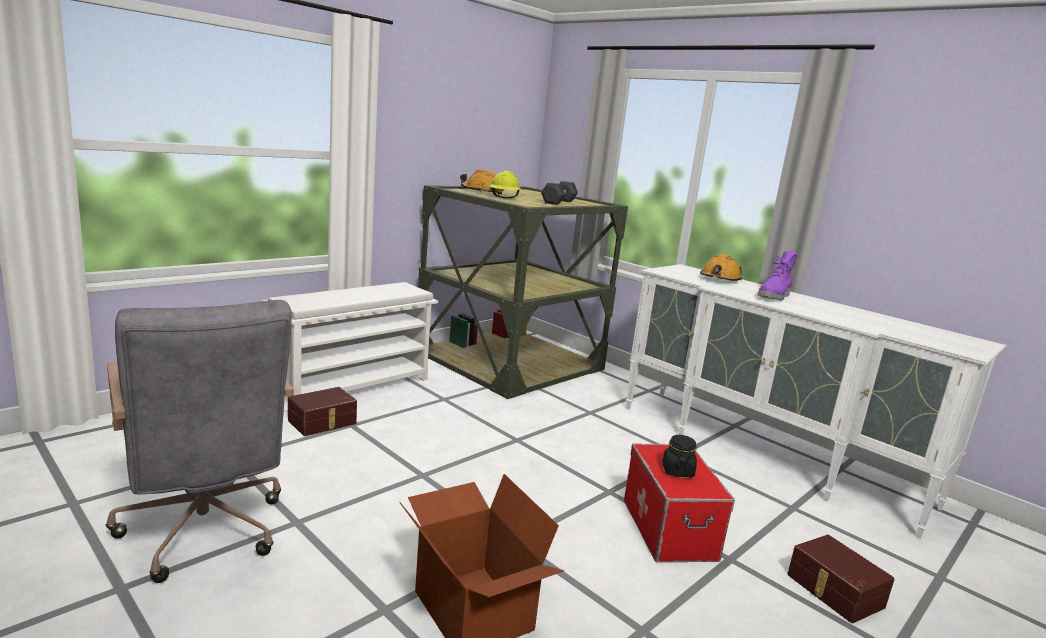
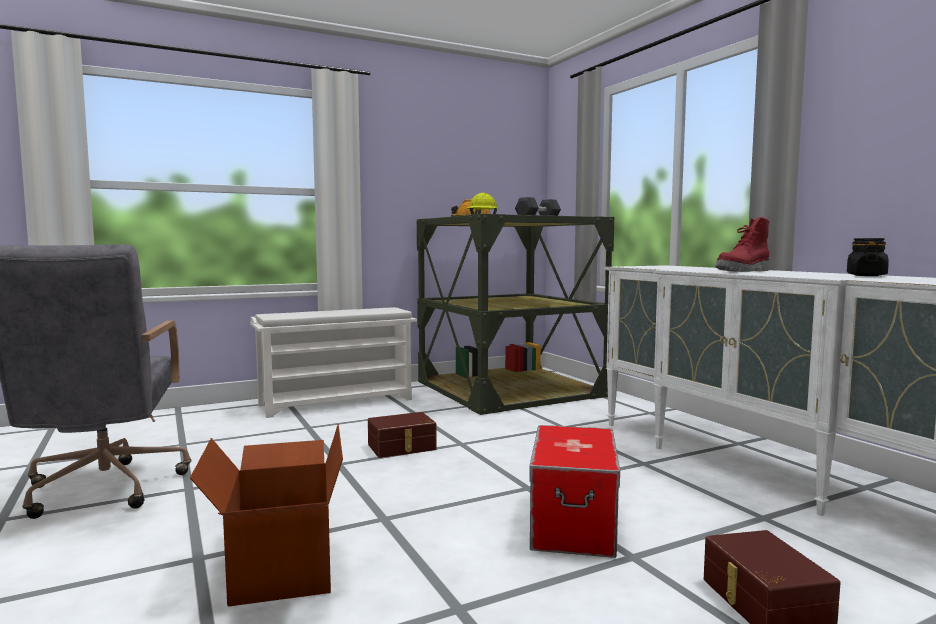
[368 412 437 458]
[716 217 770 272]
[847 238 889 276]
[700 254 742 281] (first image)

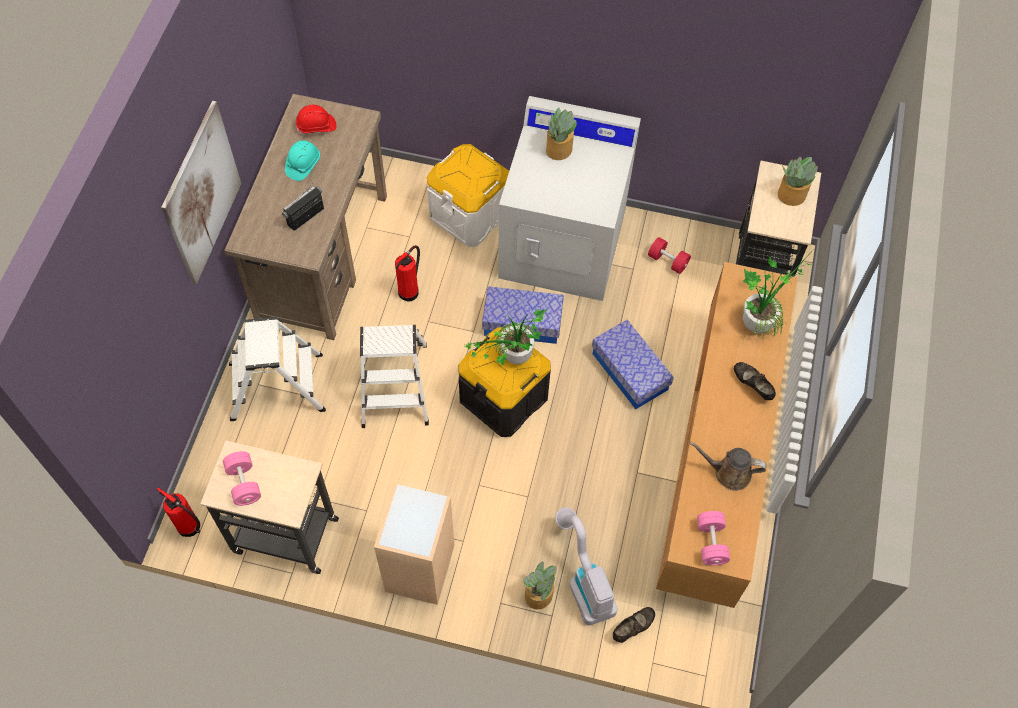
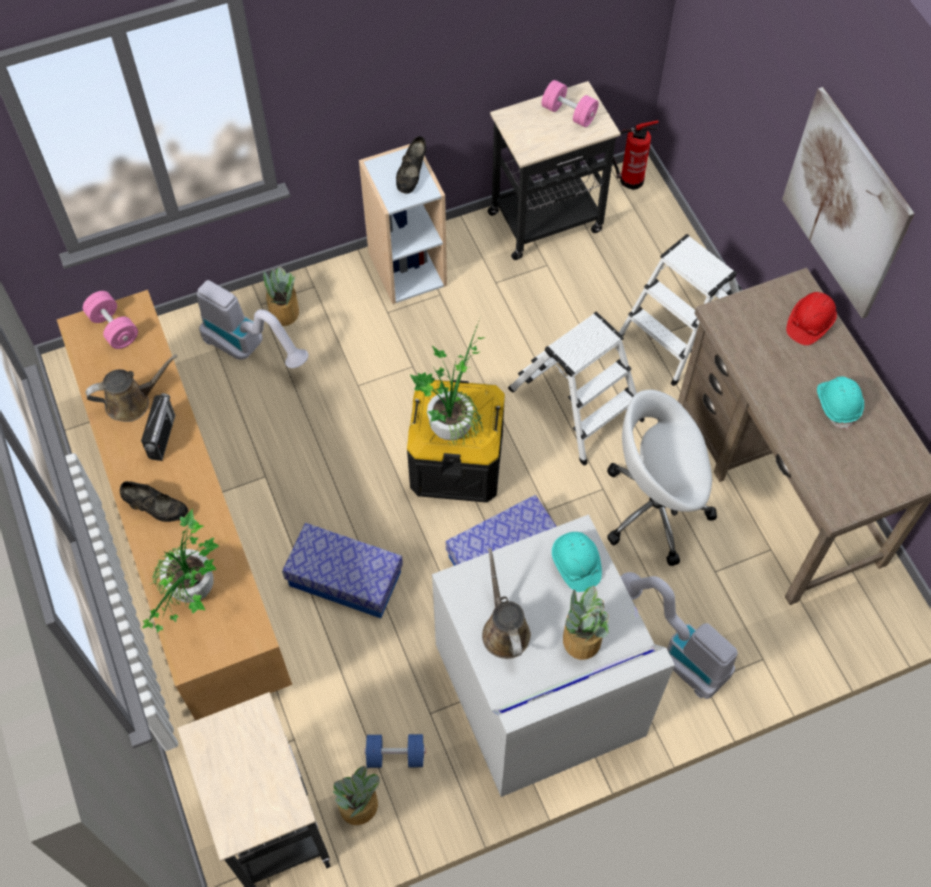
[141 393 175 461]
[333 766 380 825]
[364 734 425 768]
[396 136 426 194]
[482 548 531 659]
[552 532 602 592]
[607 390 717 566]
[621 572 738 699]
[786 292 837 345]

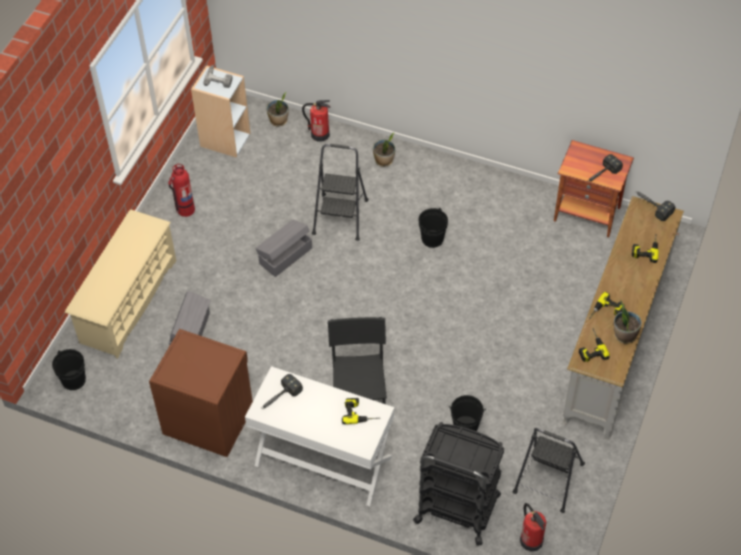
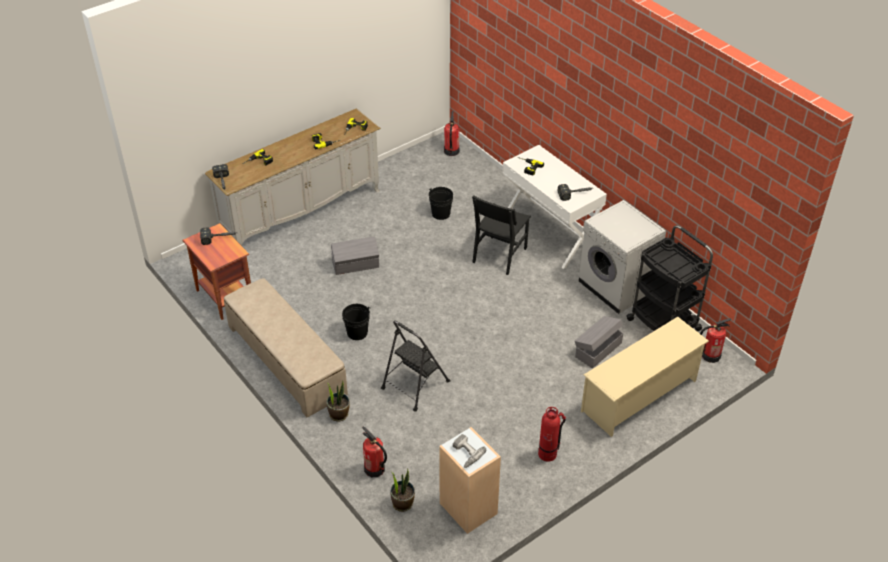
[224 278 348 417]
[331 236 379 275]
[579 200 666 314]
[627 225 713 331]
[700 318 732 363]
[512 428 585 513] (first image)
[614 301 642 344] (first image)

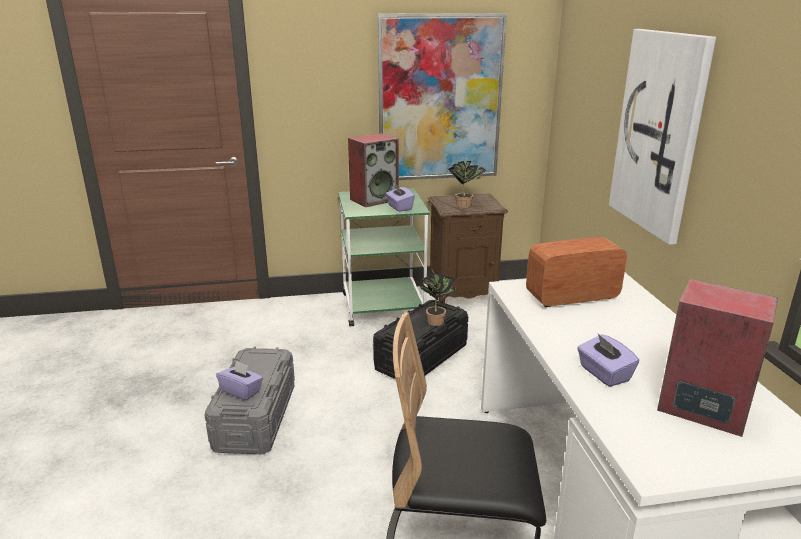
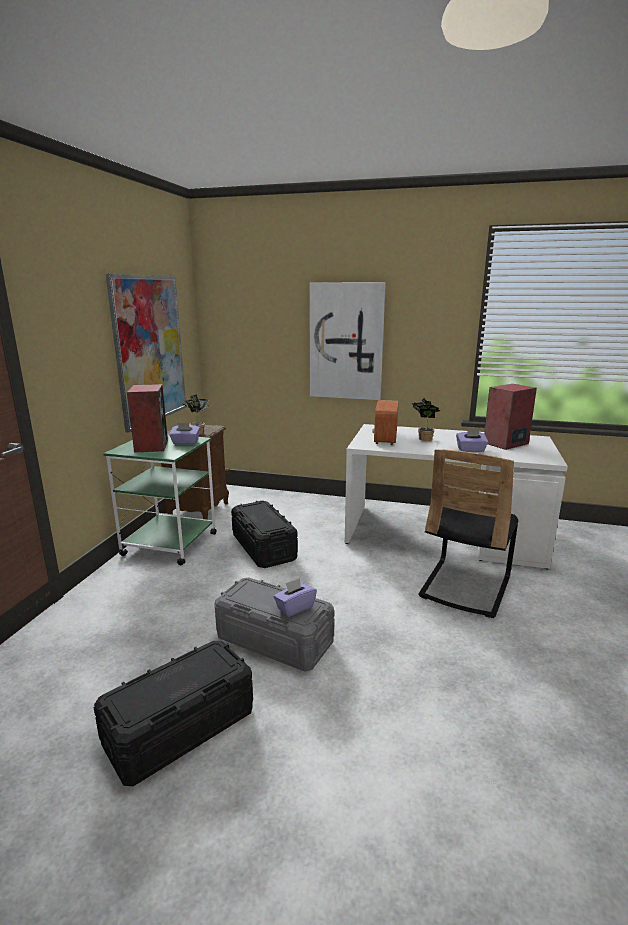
[94 641 253 786]
[412 398 440 441]

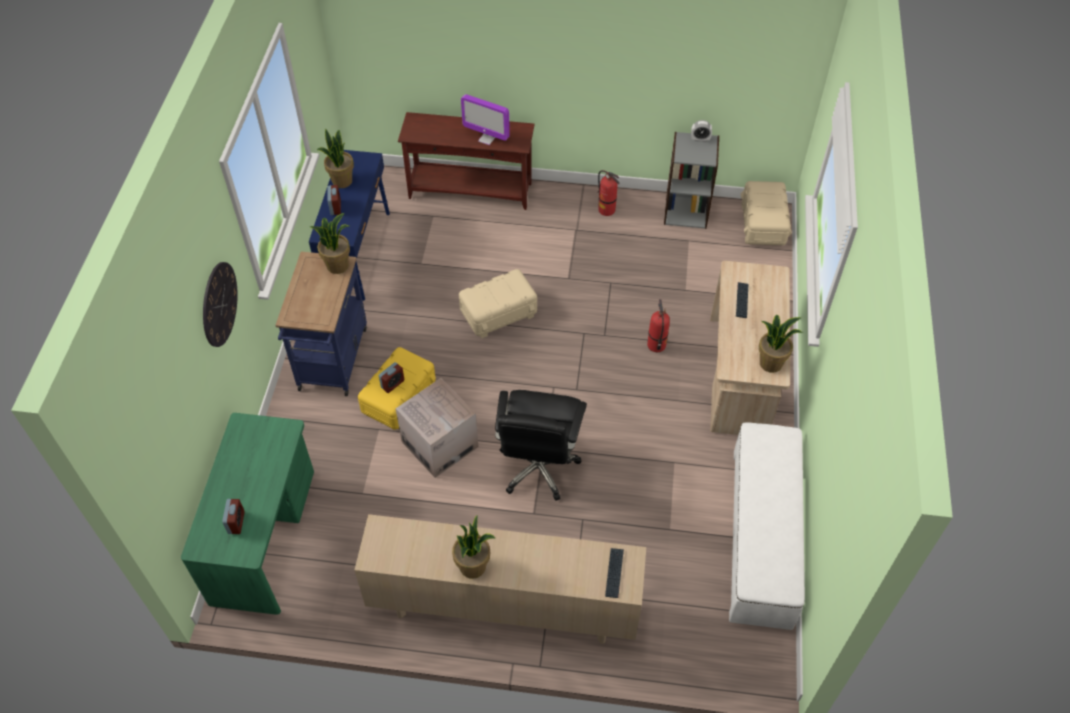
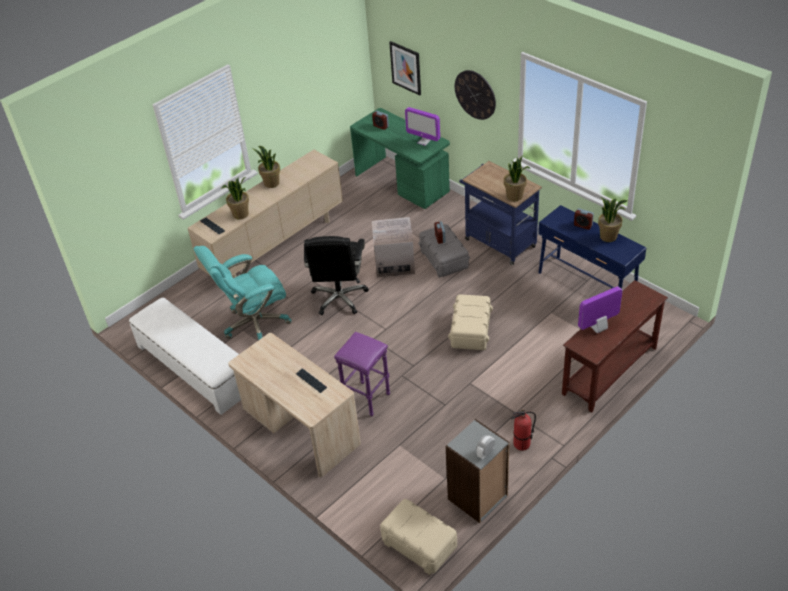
[194 246 292 340]
[221 177 249 219]
[304 236 369 315]
[334 332 390 416]
[389 41 421 95]
[405 107 440 146]
[418 224 470 278]

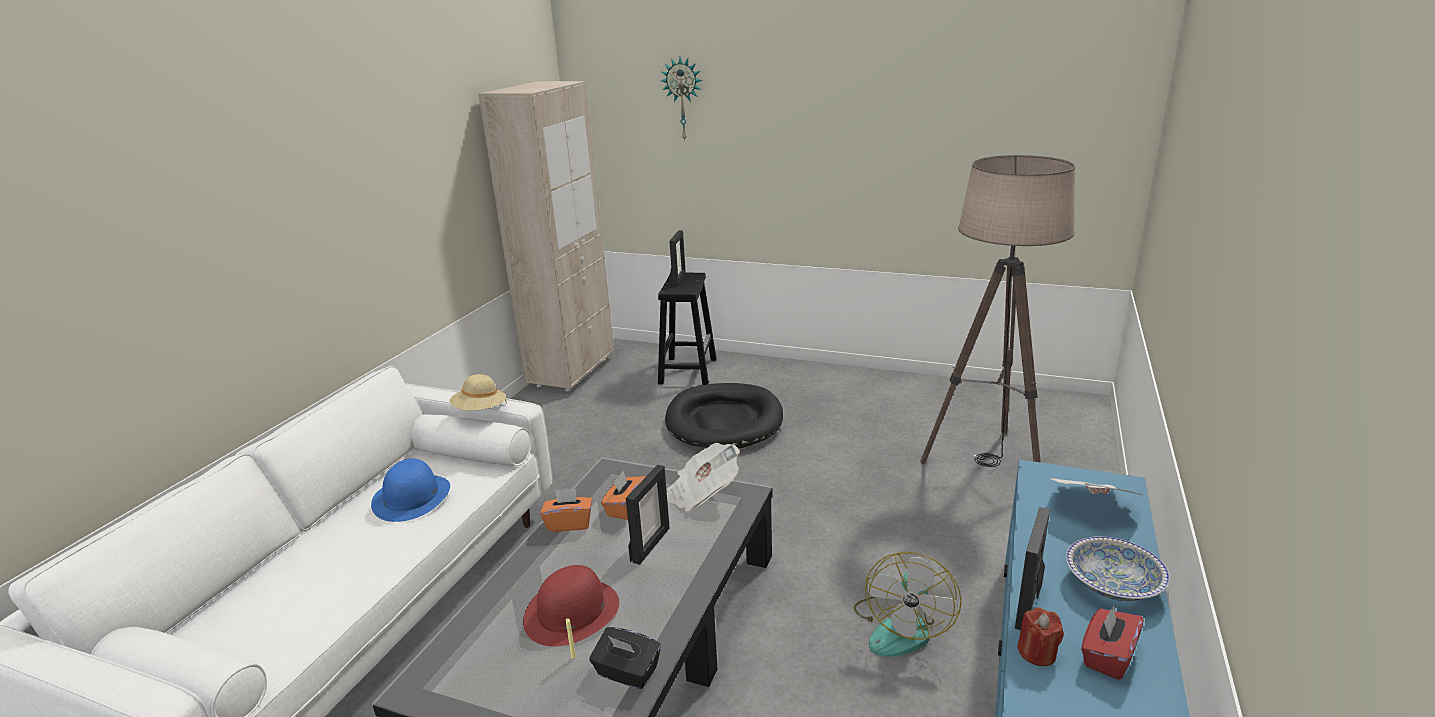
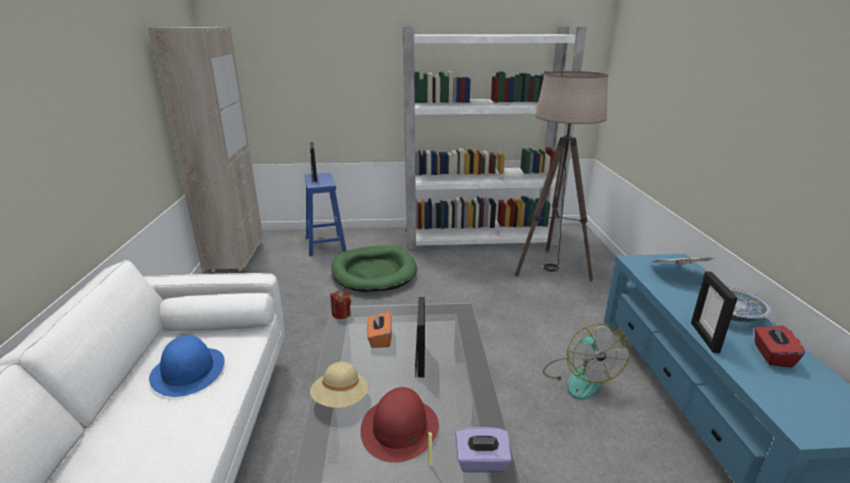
[305 172 346 256]
[310 362 369 408]
[330 291 351 319]
[331 246 417 292]
[403 27 587 249]
[455 427 511 473]
[540 489 593 532] (first image)
[661 57 702 142] (first image)
[666 443 740 511] (first image)

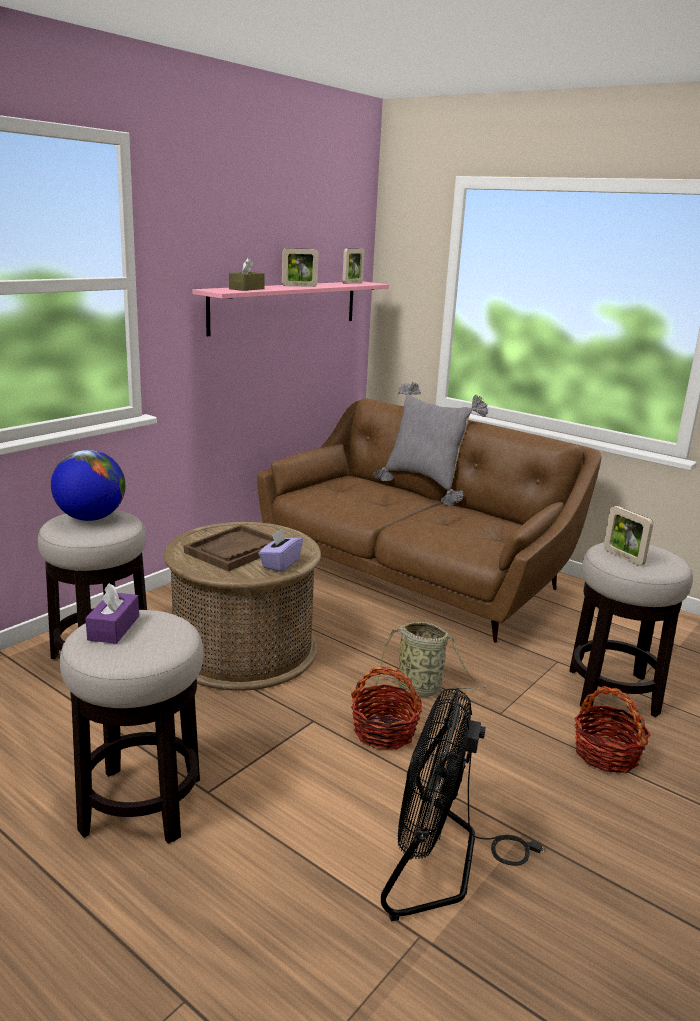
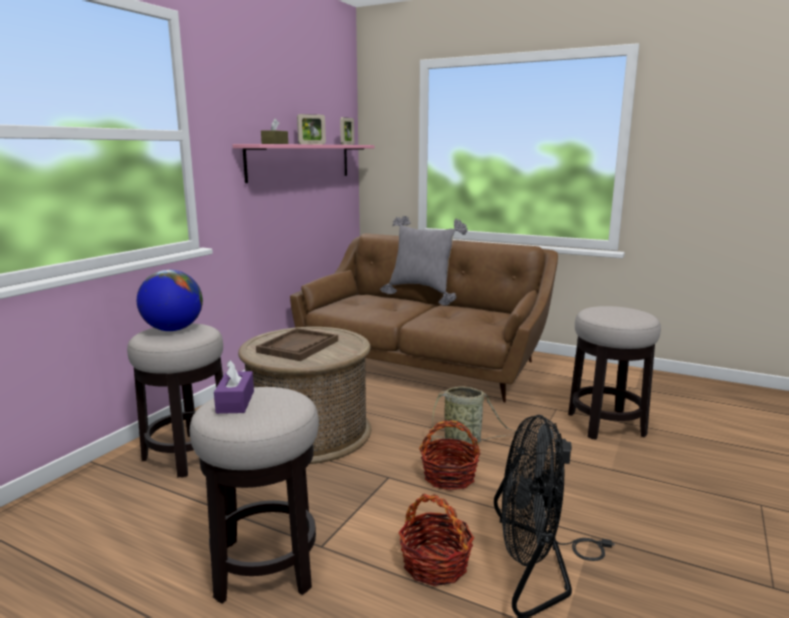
[398 493 474 586]
[258 528 303 572] (first image)
[604 506 653 566] (first image)

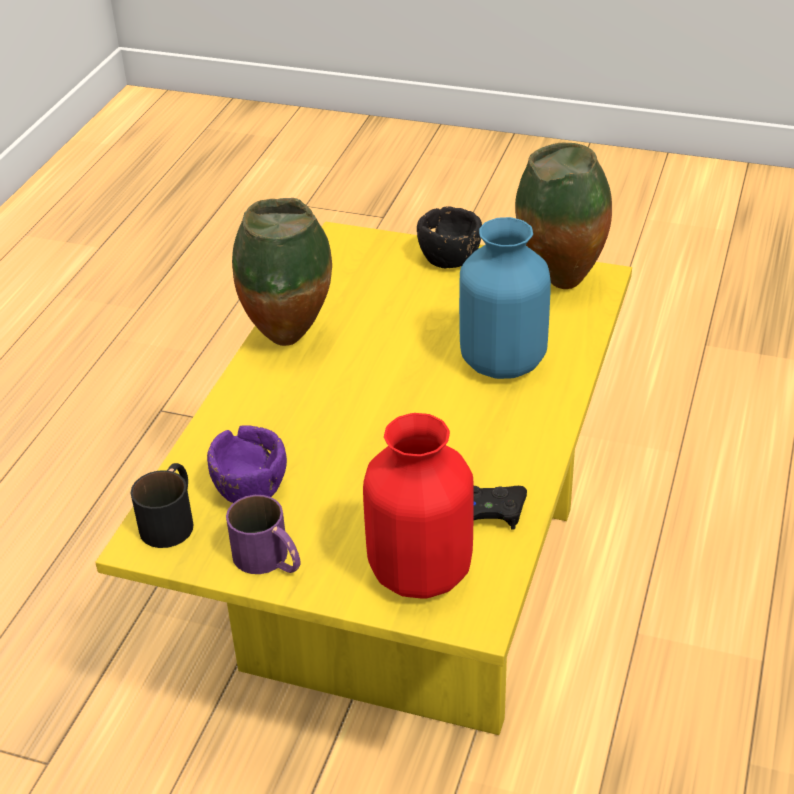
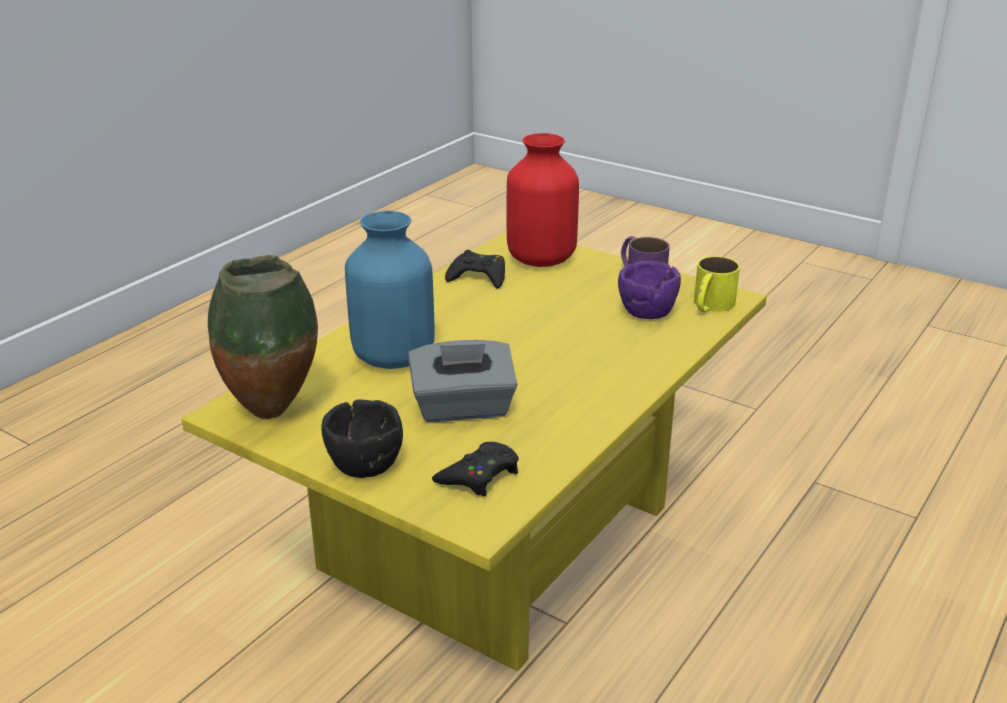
[408 340 518 422]
[432 442 518 497]
[694 256 740 312]
[232 198 332 346] (first image)

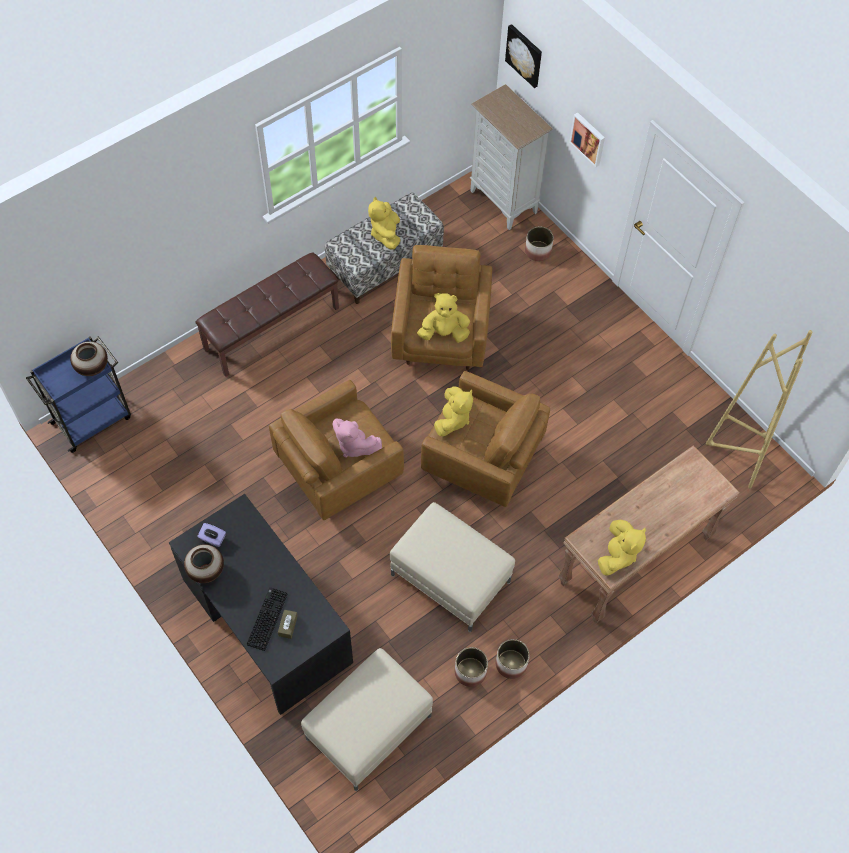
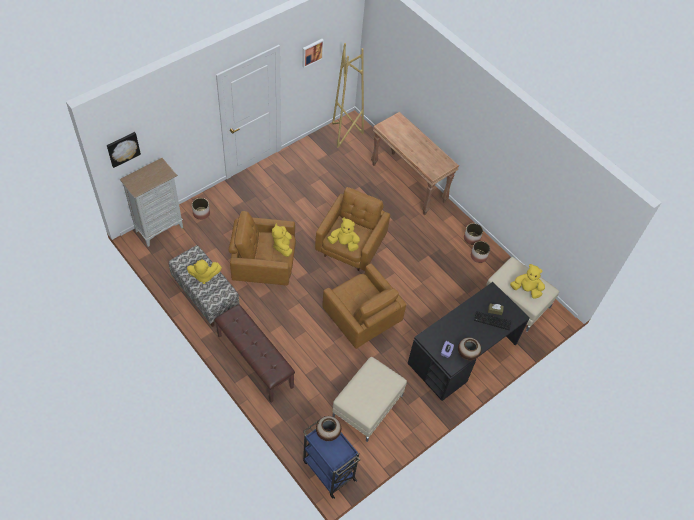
[302 39 324 68]
[332 357 407 442]
[510 264 545 299]
[332 418 382 458] (first image)

